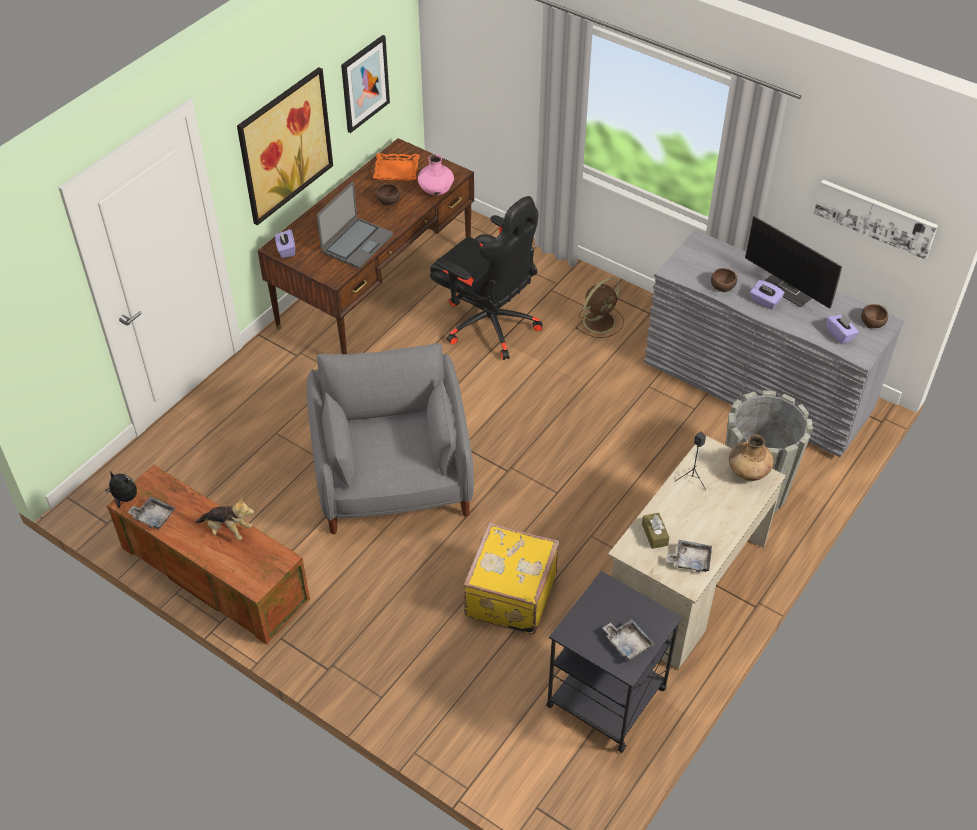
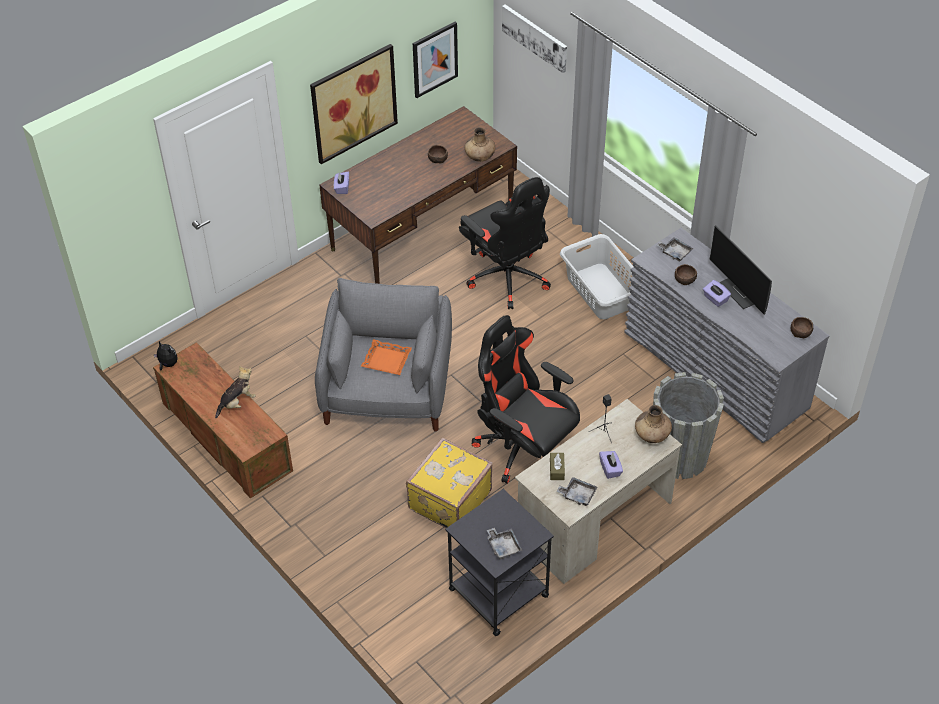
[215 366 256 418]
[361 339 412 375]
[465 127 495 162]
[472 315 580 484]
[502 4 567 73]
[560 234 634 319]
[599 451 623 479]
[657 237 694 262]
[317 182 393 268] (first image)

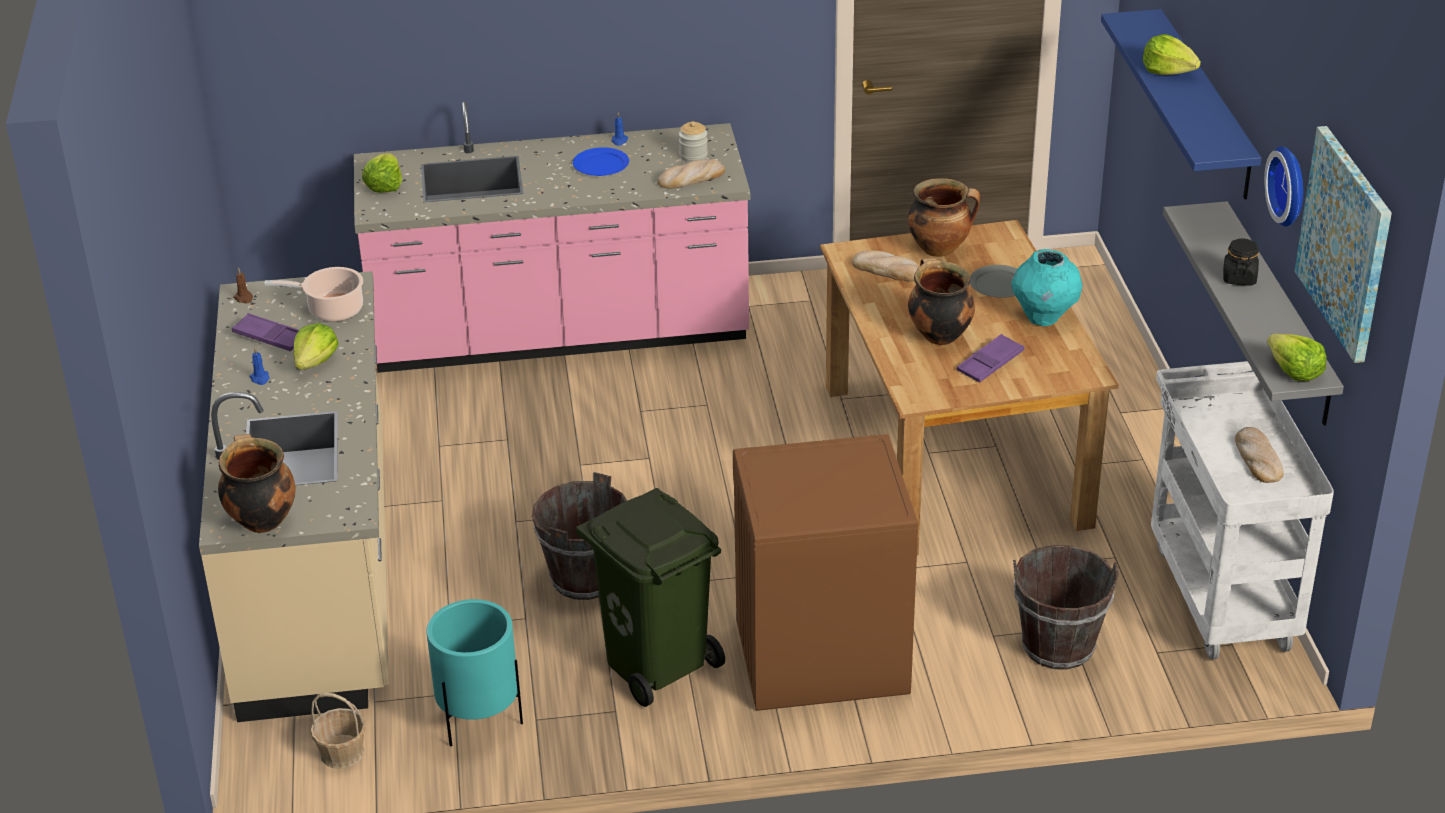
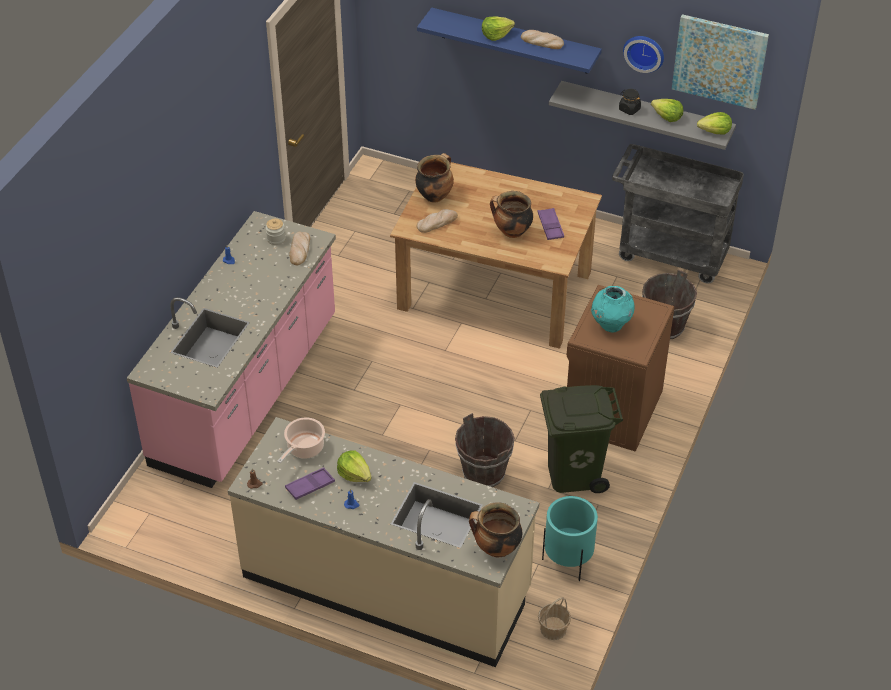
[521 30 564 49]
[591 286 635 332]
[612 144 744 284]
[651 99 683 122]
[573 147 629 176] (first image)
[970 265 1017 298] (first image)

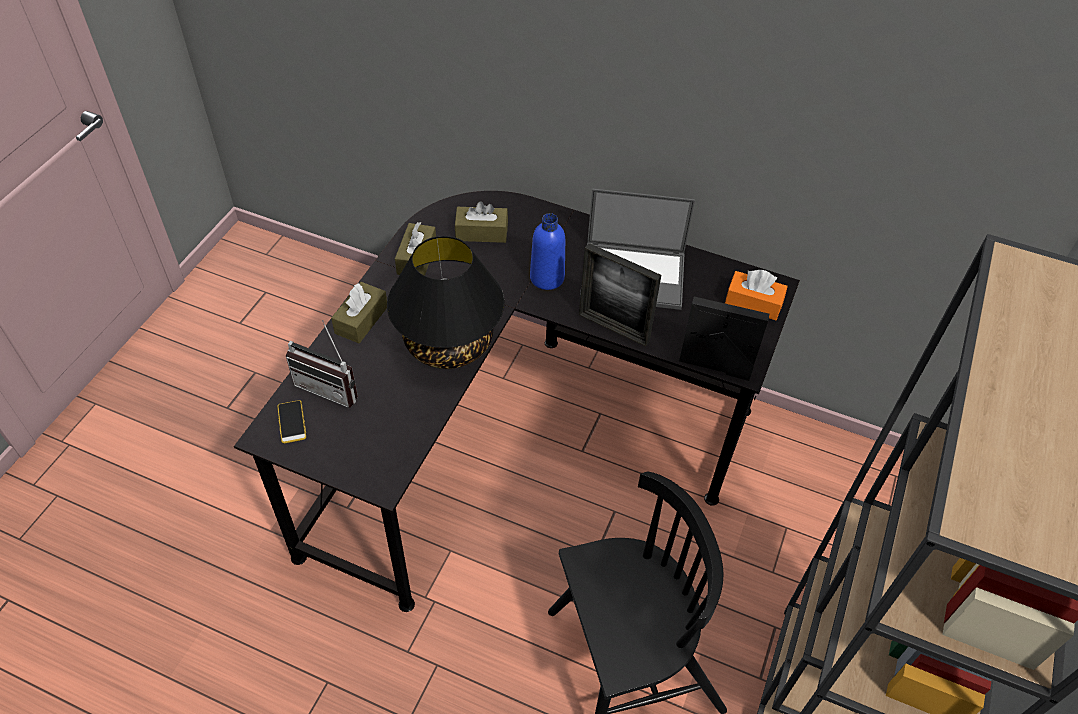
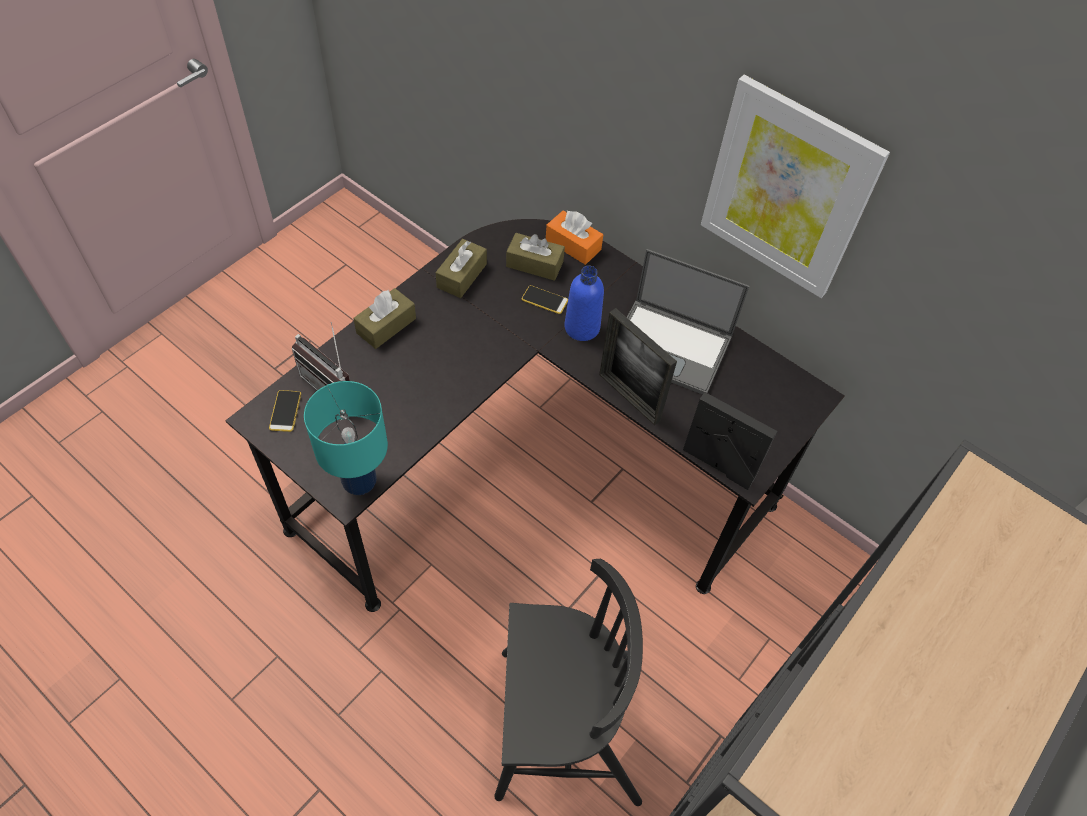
[304 381 388 495]
[522 285 568 314]
[546 210 603 265]
[701 75 890 298]
[387 236 504 369] (first image)

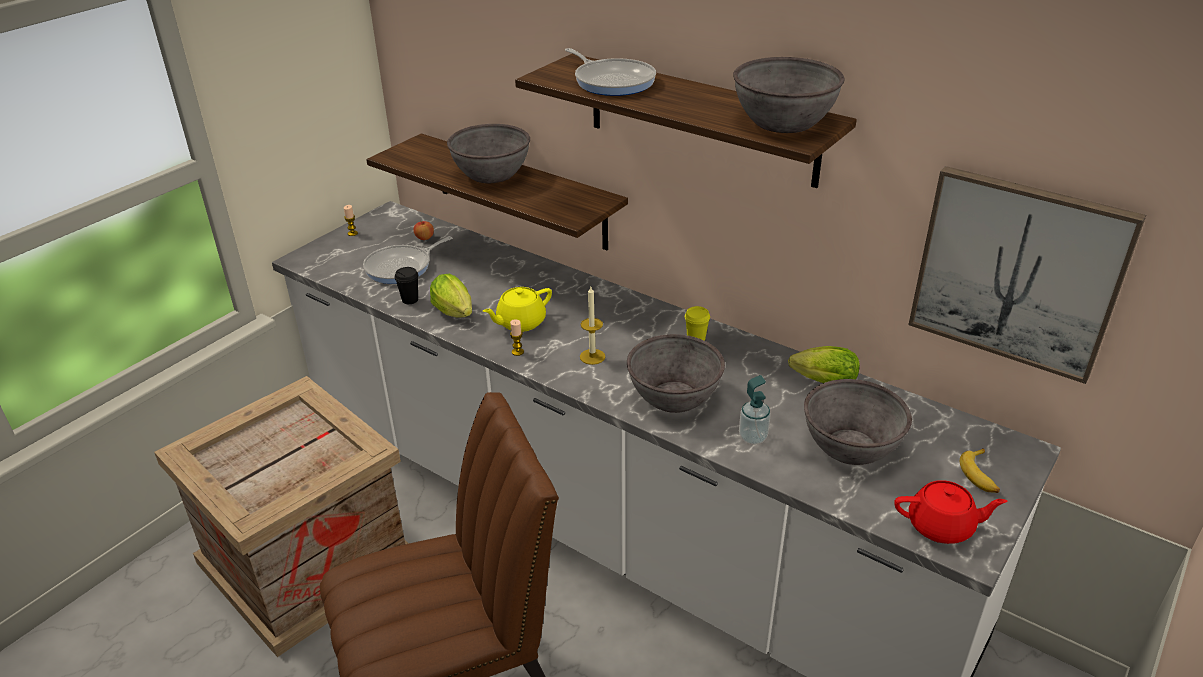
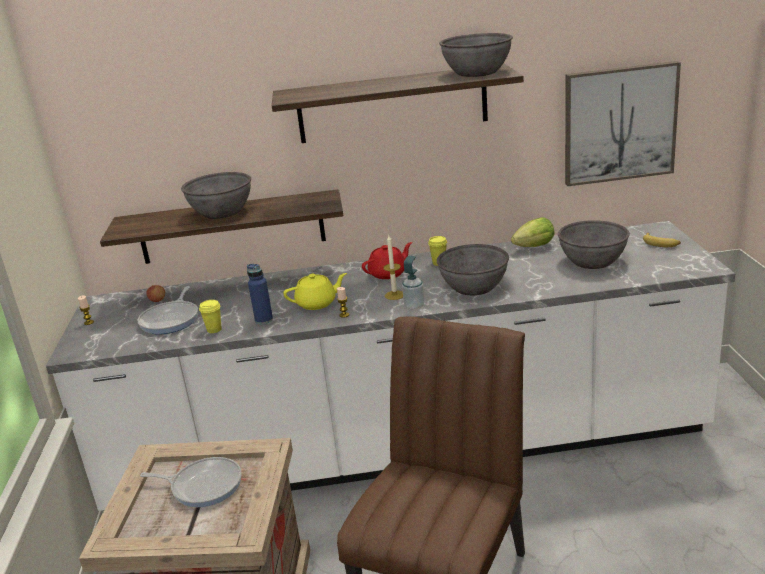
[140 457 242 507]
[199 300 222 333]
[247 264 273 324]
[283 273 347 310]
[362 242 412 279]
[402 256 425 310]

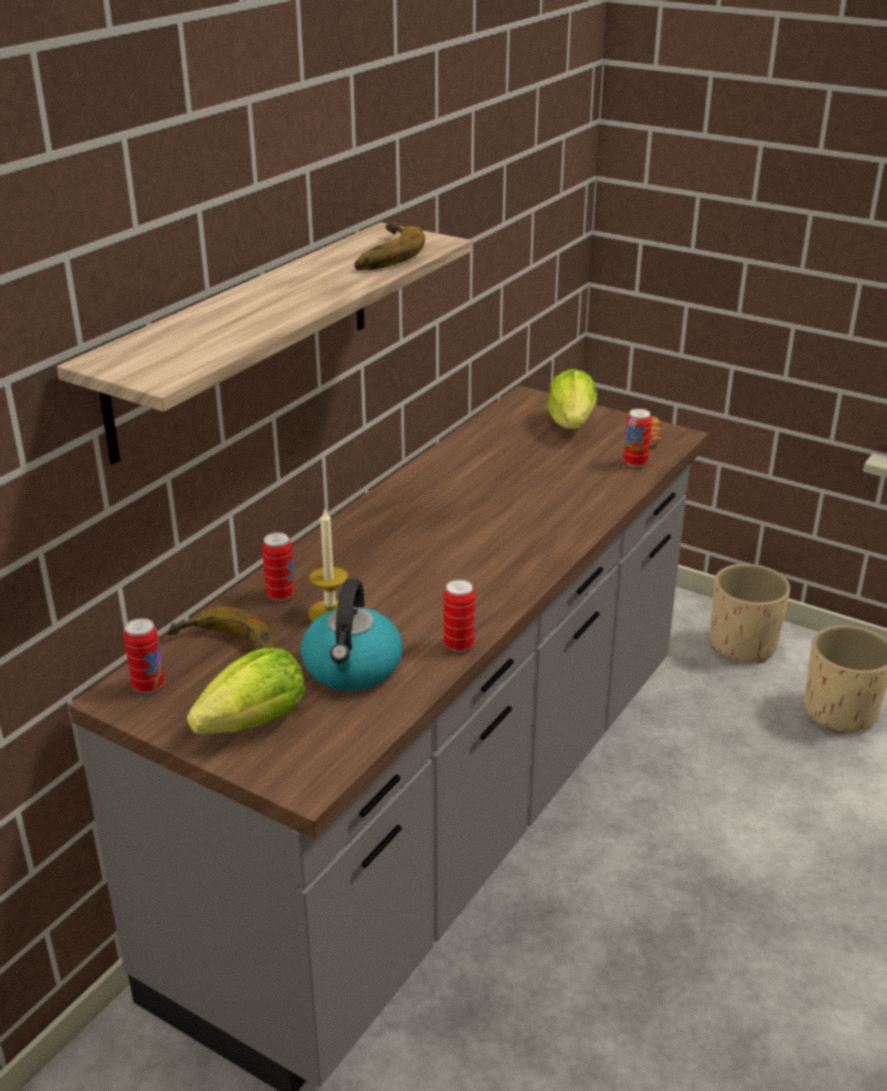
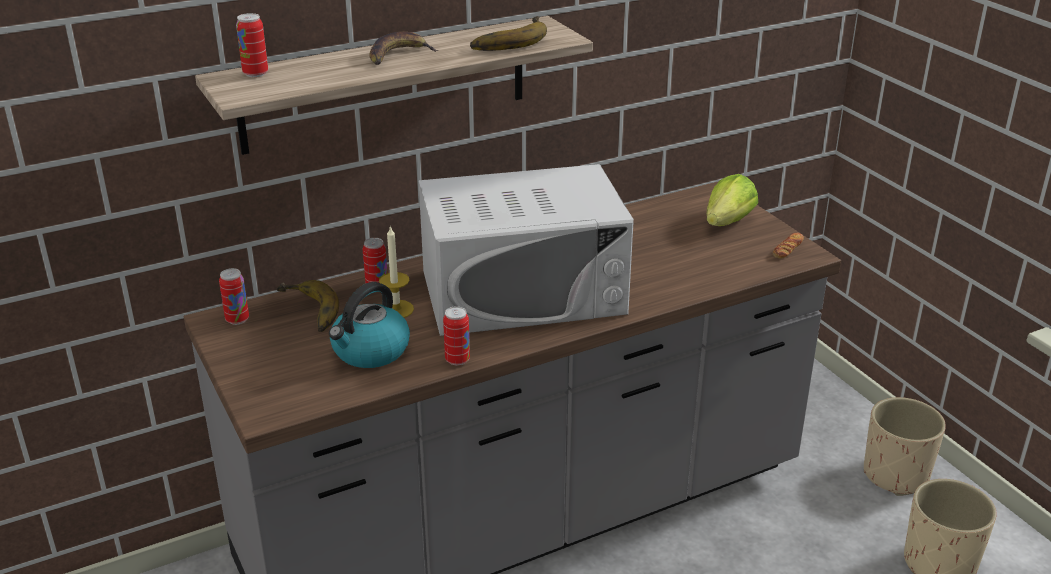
[236 13 268 77]
[369 32 438 65]
[419 164 634 336]
[187 648 305 734] (first image)

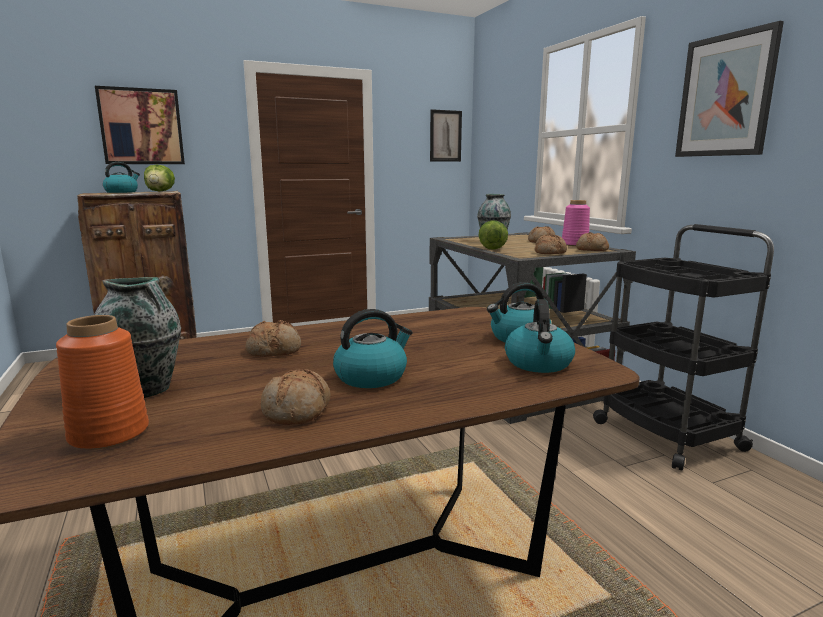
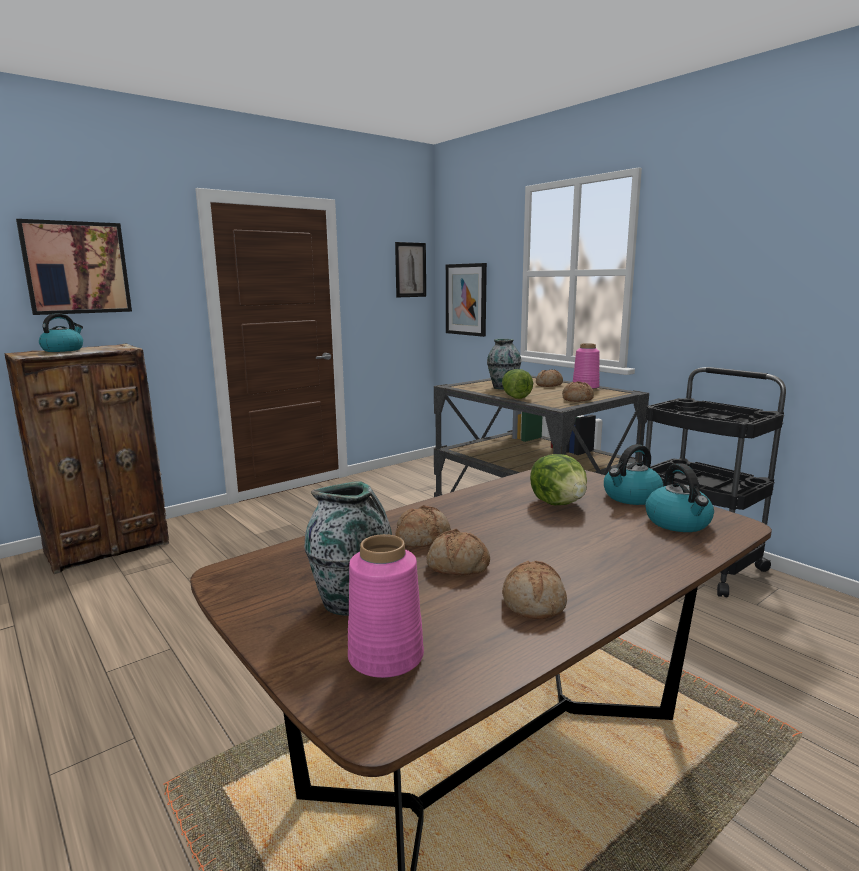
[348 534 424 678]
[426 529 490 575]
[446 263 487 337]
[530 454 587 505]
[333 309 413 388] (first image)

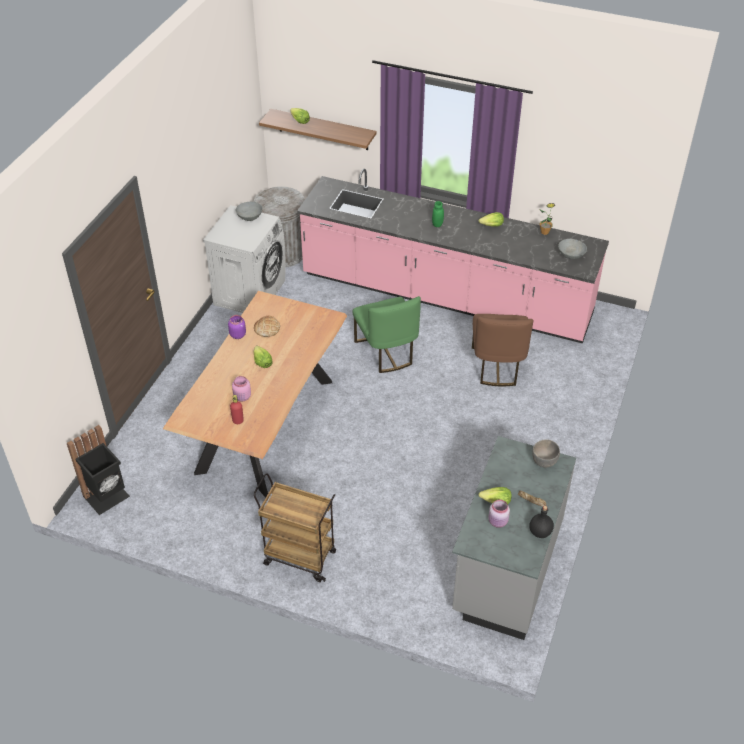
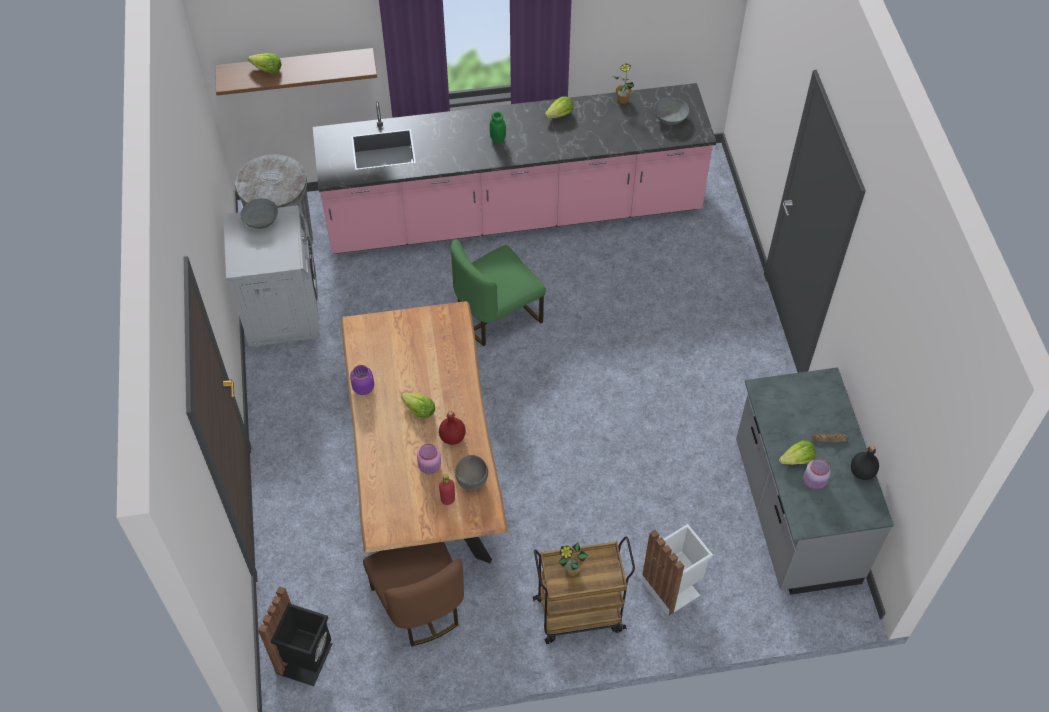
[363 542 464 646]
[439 411 466 445]
[451 240 546 346]
[455 455 488 490]
[559 542 588 576]
[641 524 713 616]
[254 315 280 337] (first image)

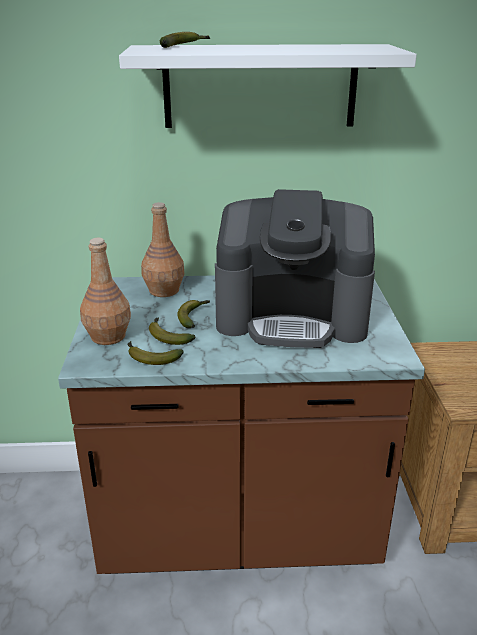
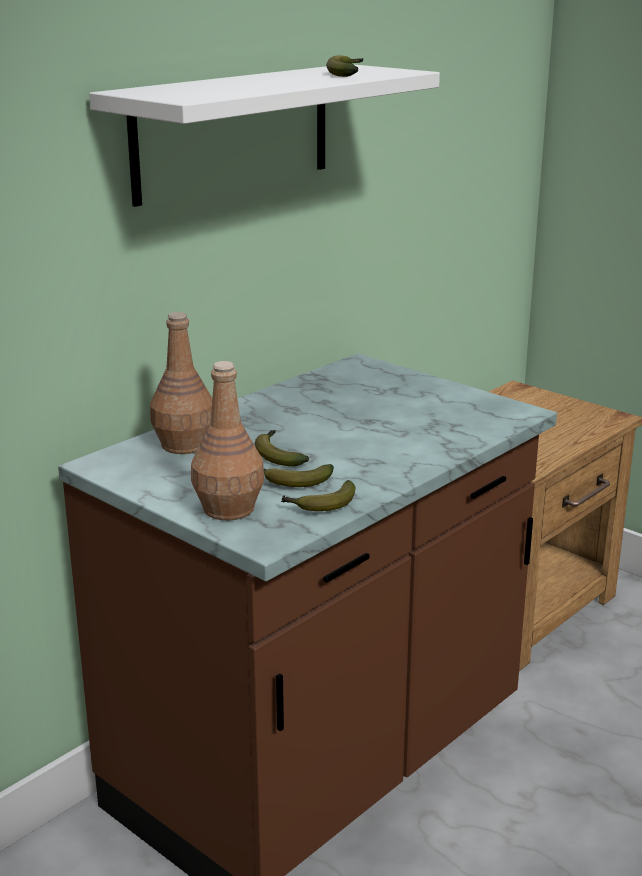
[326 55 363 77]
[215 189 375 348] (first image)

